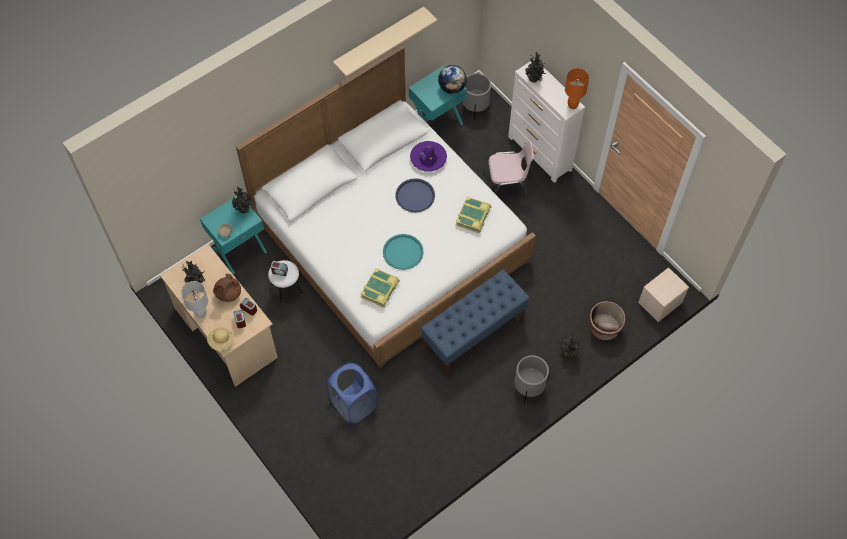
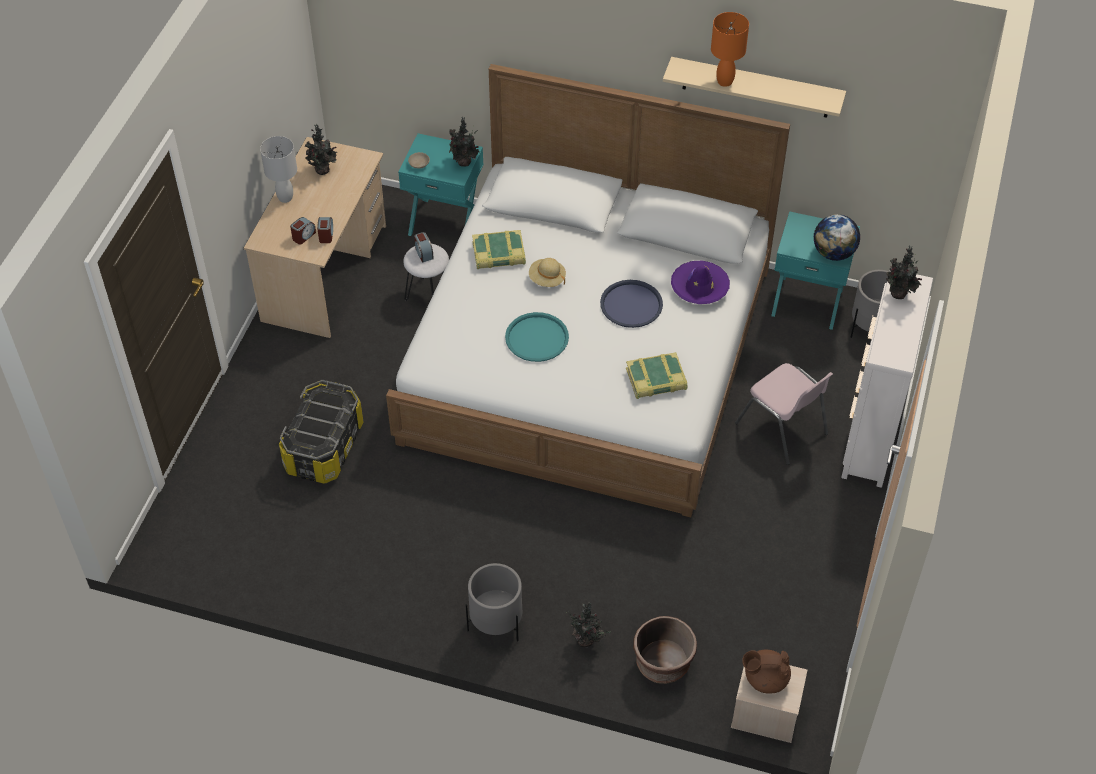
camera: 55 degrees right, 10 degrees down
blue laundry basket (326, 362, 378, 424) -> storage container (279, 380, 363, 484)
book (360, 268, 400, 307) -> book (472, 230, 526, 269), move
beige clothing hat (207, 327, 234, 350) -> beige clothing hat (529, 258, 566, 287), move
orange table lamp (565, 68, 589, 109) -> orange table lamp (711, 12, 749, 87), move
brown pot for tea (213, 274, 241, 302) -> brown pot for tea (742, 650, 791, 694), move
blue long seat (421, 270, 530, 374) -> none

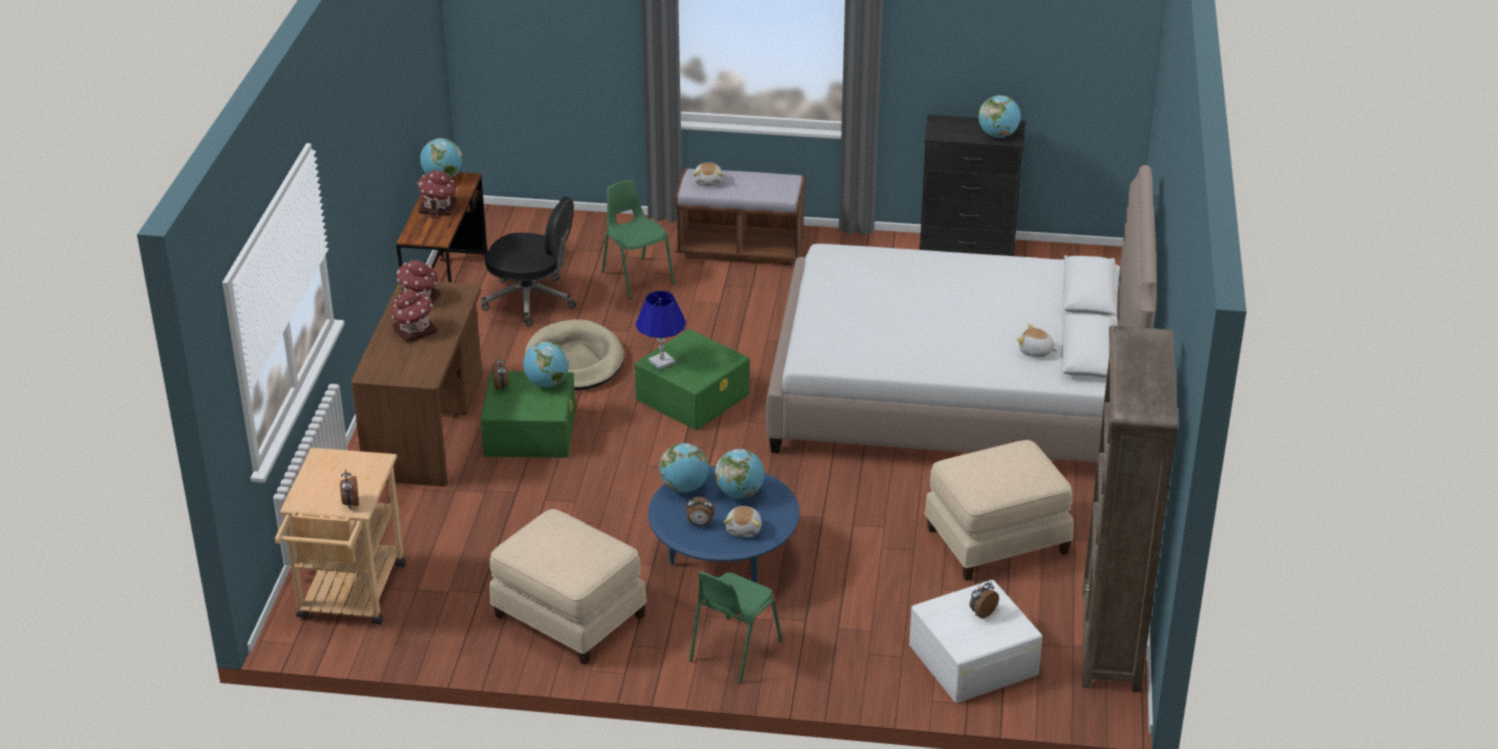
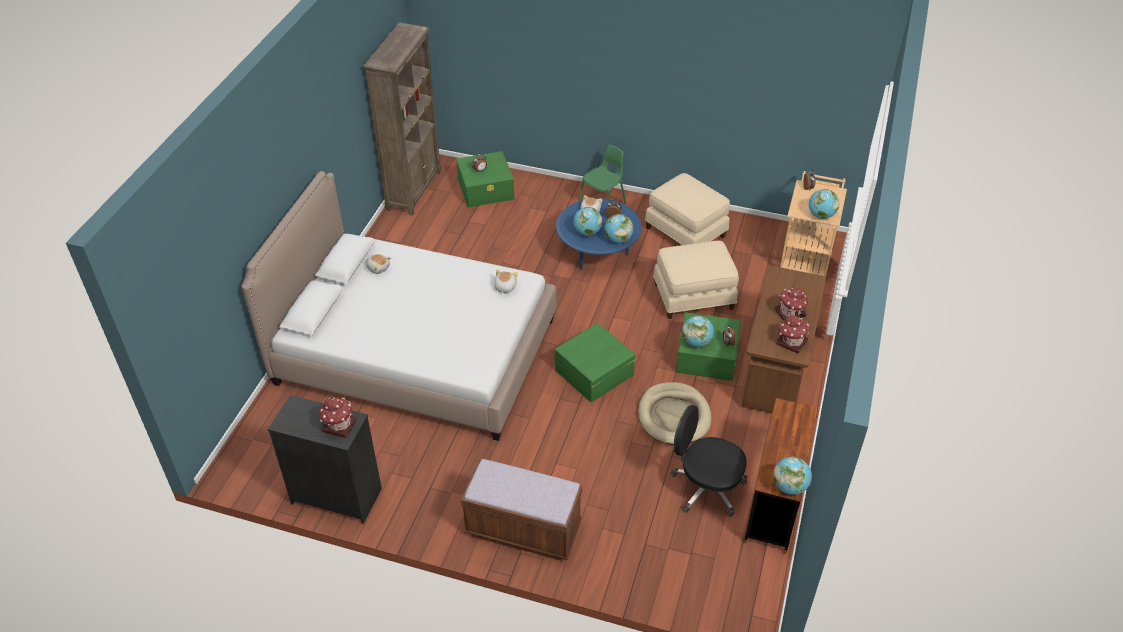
camera: 170 degrees left, 10 degrees up
miniature house (417, 170, 457, 218) -> miniature house (319, 398, 357, 438), move
white storage container (909, 580, 1043, 703) -> green-coloured storage container (456, 151, 514, 207)
cuddly toy (694, 162, 723, 186) -> cuddly toy (494, 270, 518, 293), move
beige pouffe (924, 440, 1074, 581) -> beige pouffe (653, 241, 739, 319), move
globe (978, 95, 1021, 138) -> globe (809, 189, 839, 219), move
green-coloured plain chair (601, 180, 675, 299) -> none
blue table lamp (635, 291, 686, 370) -> none

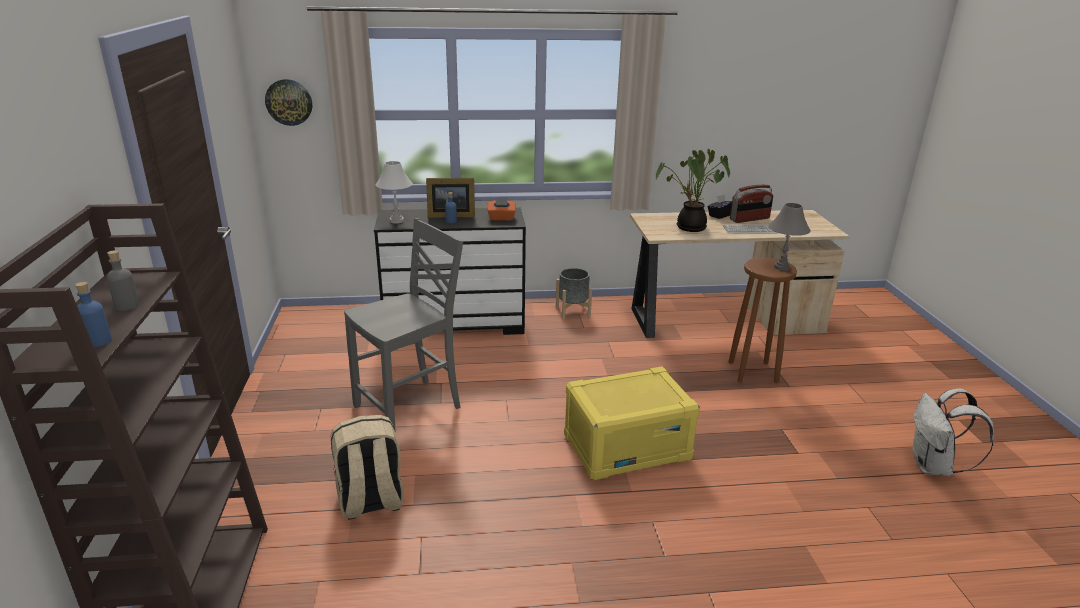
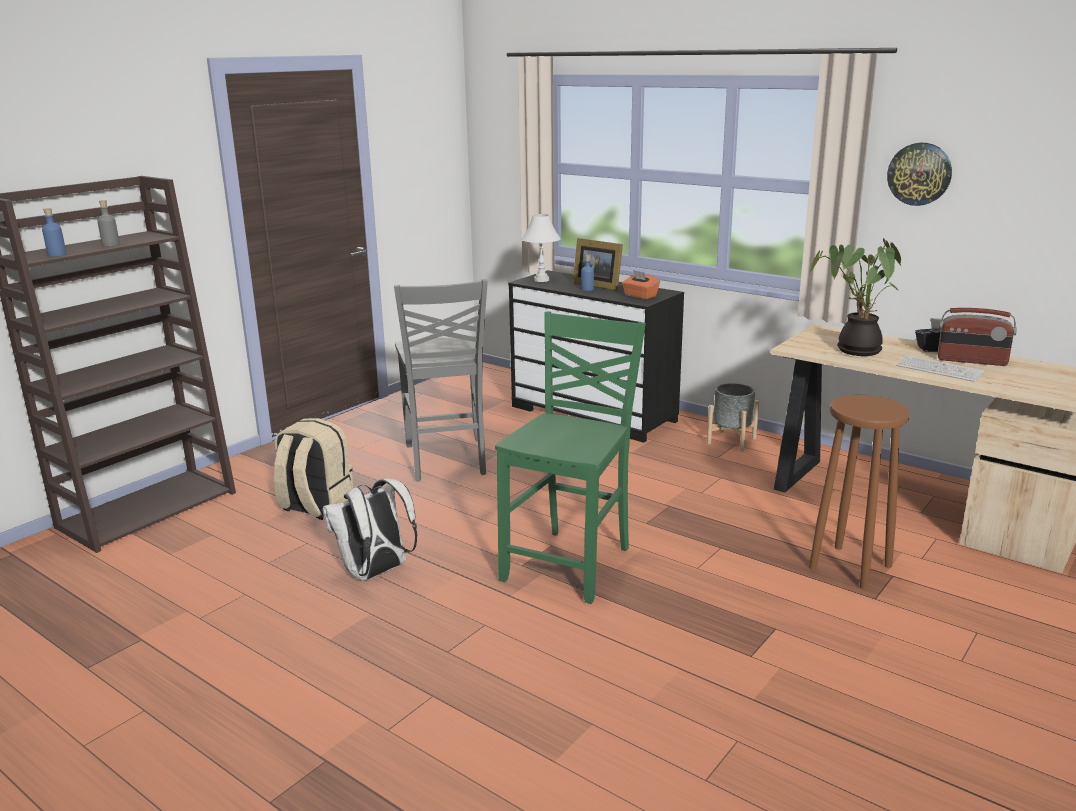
camera: 45 degrees right, 5 degrees down
white backpack (913, 388, 994, 476) -> white backpack (322, 479, 417, 580), move
grey plain chair (344, 218, 463, 429) -> grey plain chair (394, 279, 488, 481), 75 degrees clockwise
yellowish storage container (564, 366, 700, 480) -> green-coloured plain chair (495, 312, 646, 604)
clock on the wall (265, 79, 312, 126) -> clock on the wall (887, 143, 952, 206), move
grey table lamp (768, 203, 810, 271) -> none

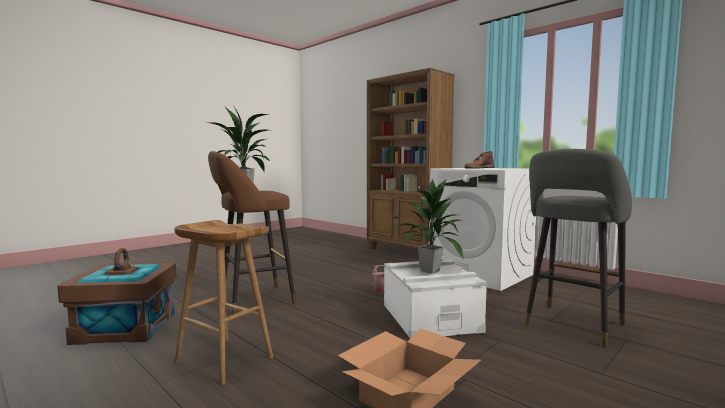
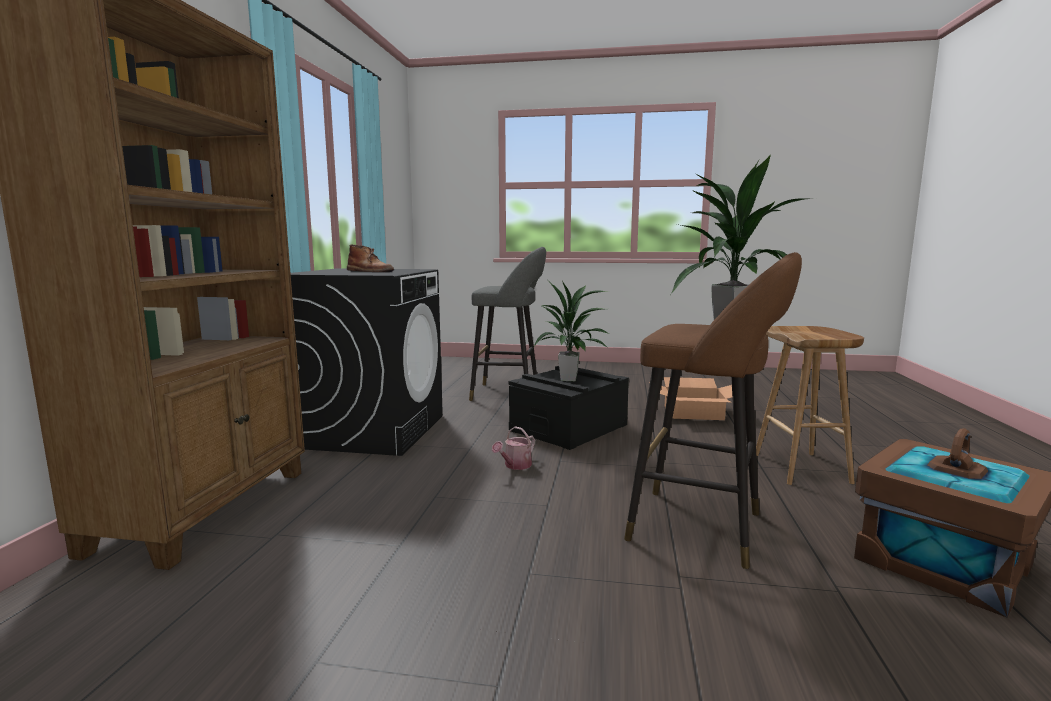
camera: 125 degrees left, 5 degrees up
white laundry appliance (429, 168, 536, 291) -> black laundry appliance (291, 268, 443, 456)
white storage container (384, 259, 487, 338) -> black storage container (509, 366, 629, 450)

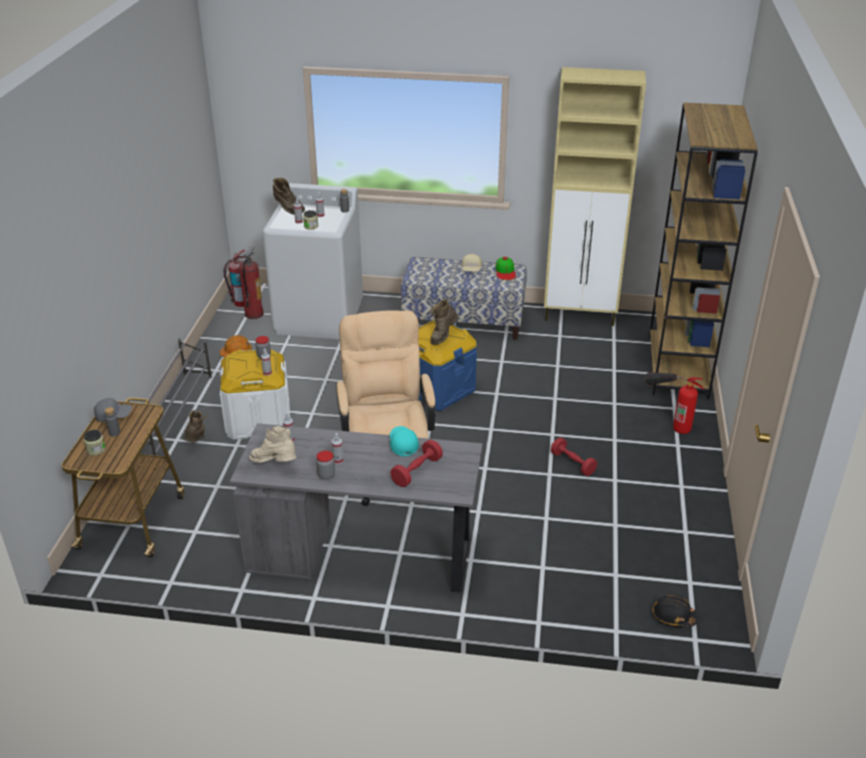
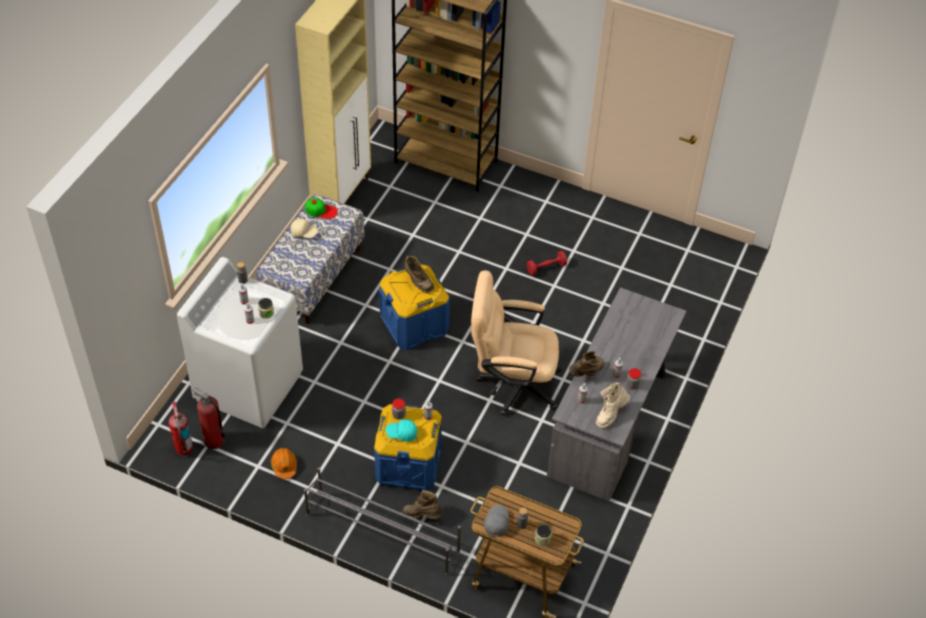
camera: 75 degrees left, 15 degrees up
white storage container (220, 350, 290, 440) -> blue storage container (374, 404, 442, 491)
blue-green baseball cap (390, 426, 419, 456) -> blue-green baseball cap (386, 419, 418, 442), move
brown boot (273, 178, 305, 215) -> brown boot (569, 351, 604, 376), move
reddish dumbbell (390, 440, 443, 487) -> none
fire extinguisher (645, 372, 705, 434) -> none
black work helmet (652, 595, 698, 627) -> none

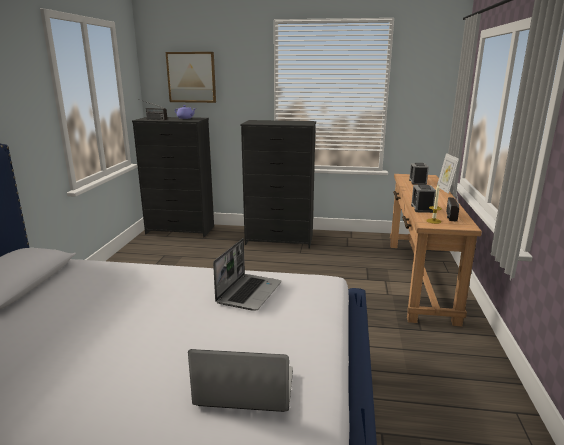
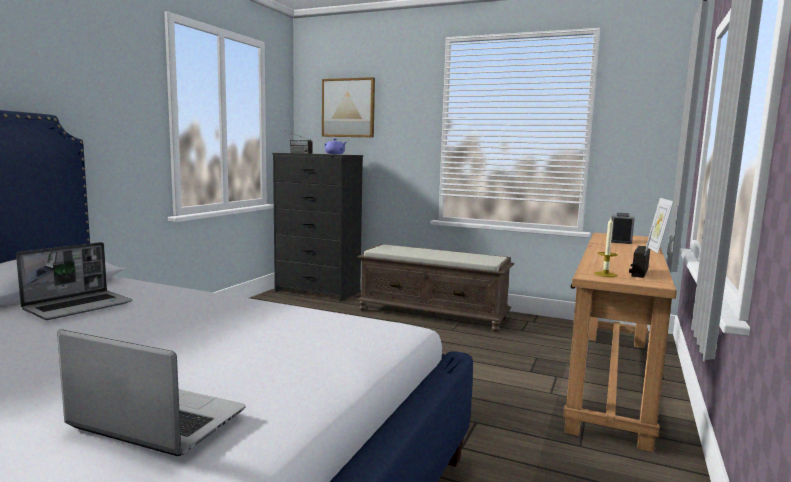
camera: 15 degrees right, 10 degrees down
notebook computer (213, 238, 282, 310) -> notebook computer (16, 242, 132, 320), move
black dresser (240, 120, 316, 249) -> brown long seat (357, 244, 514, 332)
table clock (411, 185, 436, 213) -> none

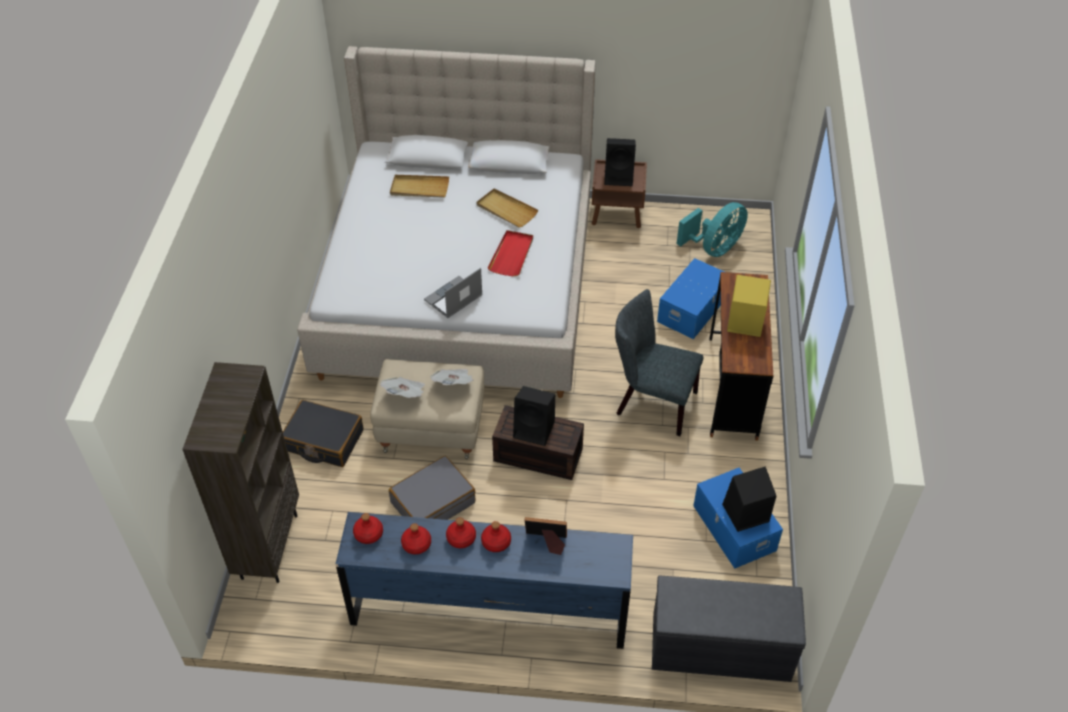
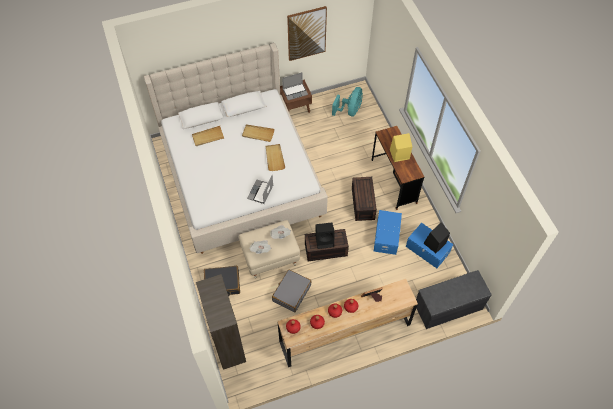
camera: 25 degrees left, 10 degrees up
reddish serving tray (488, 230, 533, 276) -> beige serving tray (266, 144, 285, 171)
blue dresser (336, 512, 633, 649) -> brown dresser (277, 279, 418, 367)
black audio speaker (604, 138, 636, 186) -> notebook computer (282, 72, 308, 100)
none -> wall picture (287, 6, 327, 61)
grey plain chair (615, 289, 703, 436) -> brown storage container (352, 177, 377, 221)
blue storage container (657, 258, 724, 339) -> blue storage container (374, 210, 402, 255), move

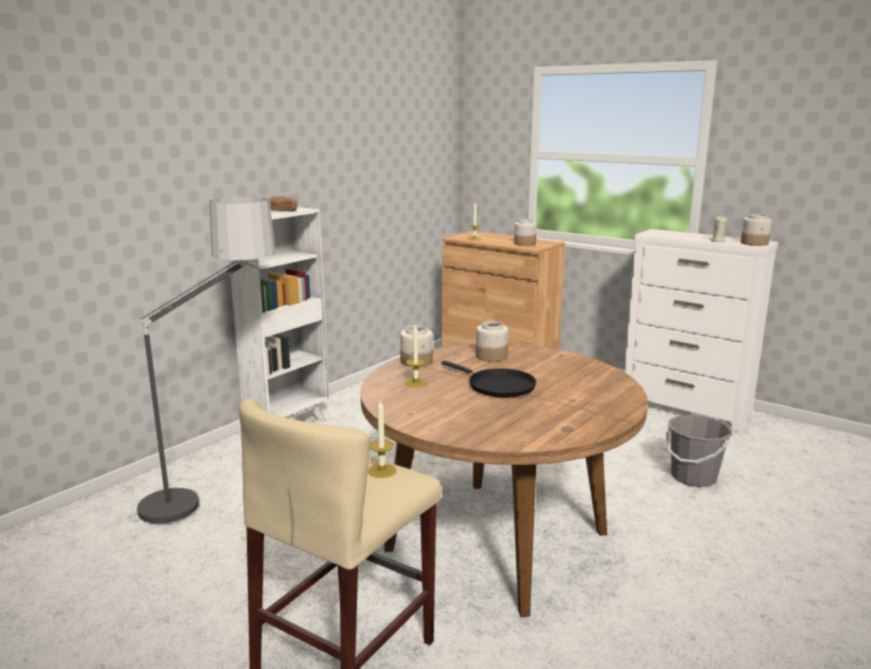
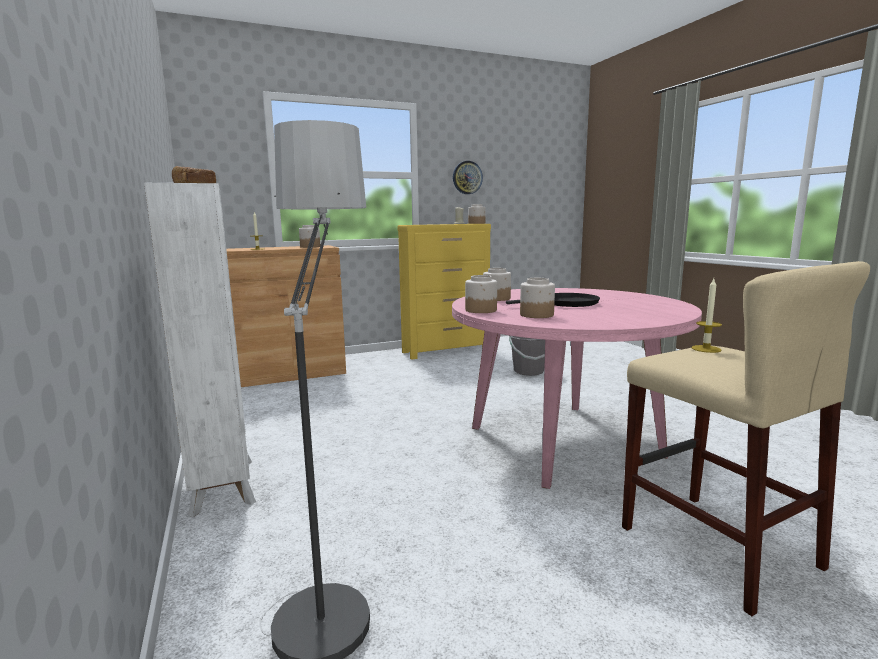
camera: 60 degrees left, 5 degrees down
white dresser (624, 229, 778, 433) -> yellowish dresser (398, 224, 491, 360)
brown kitchen table (361, 344, 648, 617) -> pink kitchen table (452, 288, 702, 489)
none -> clock on the wall (453, 161, 483, 194)
candle (404, 325, 427, 387) -> jar (520, 278, 555, 318)

